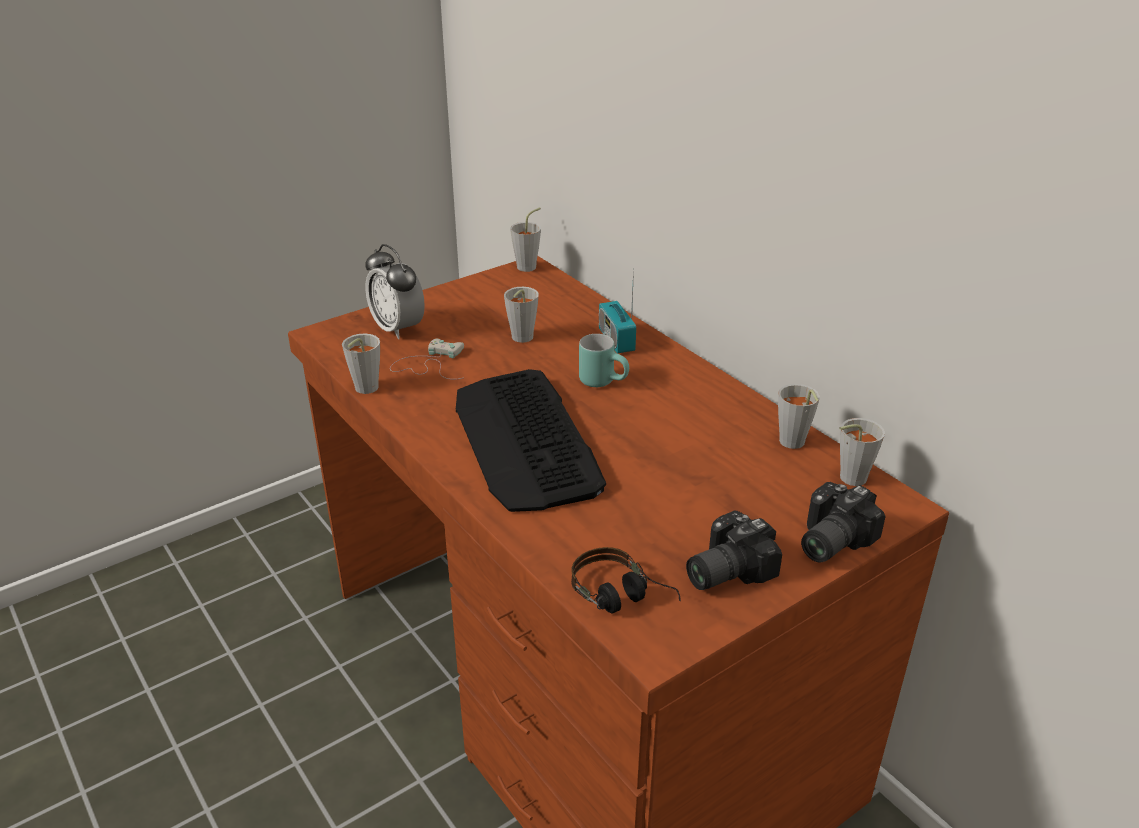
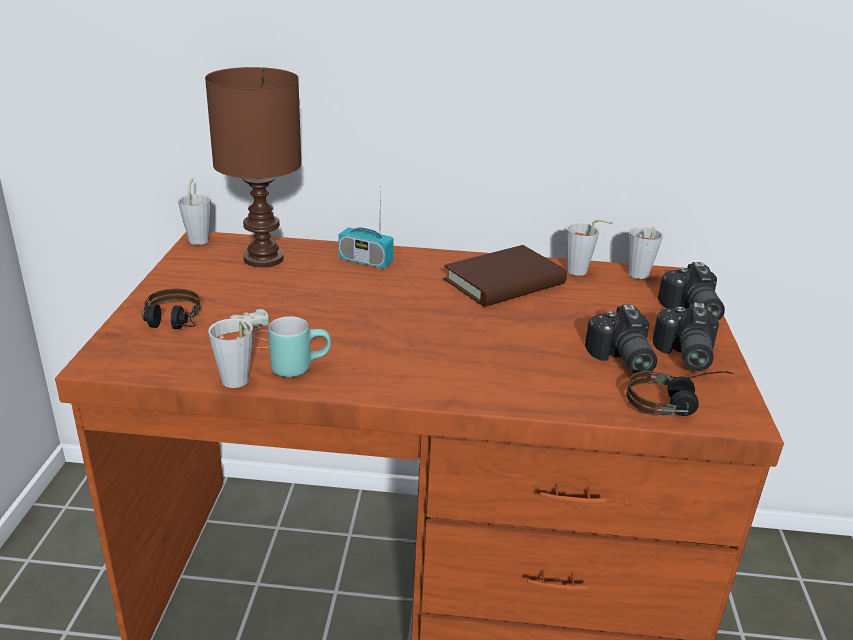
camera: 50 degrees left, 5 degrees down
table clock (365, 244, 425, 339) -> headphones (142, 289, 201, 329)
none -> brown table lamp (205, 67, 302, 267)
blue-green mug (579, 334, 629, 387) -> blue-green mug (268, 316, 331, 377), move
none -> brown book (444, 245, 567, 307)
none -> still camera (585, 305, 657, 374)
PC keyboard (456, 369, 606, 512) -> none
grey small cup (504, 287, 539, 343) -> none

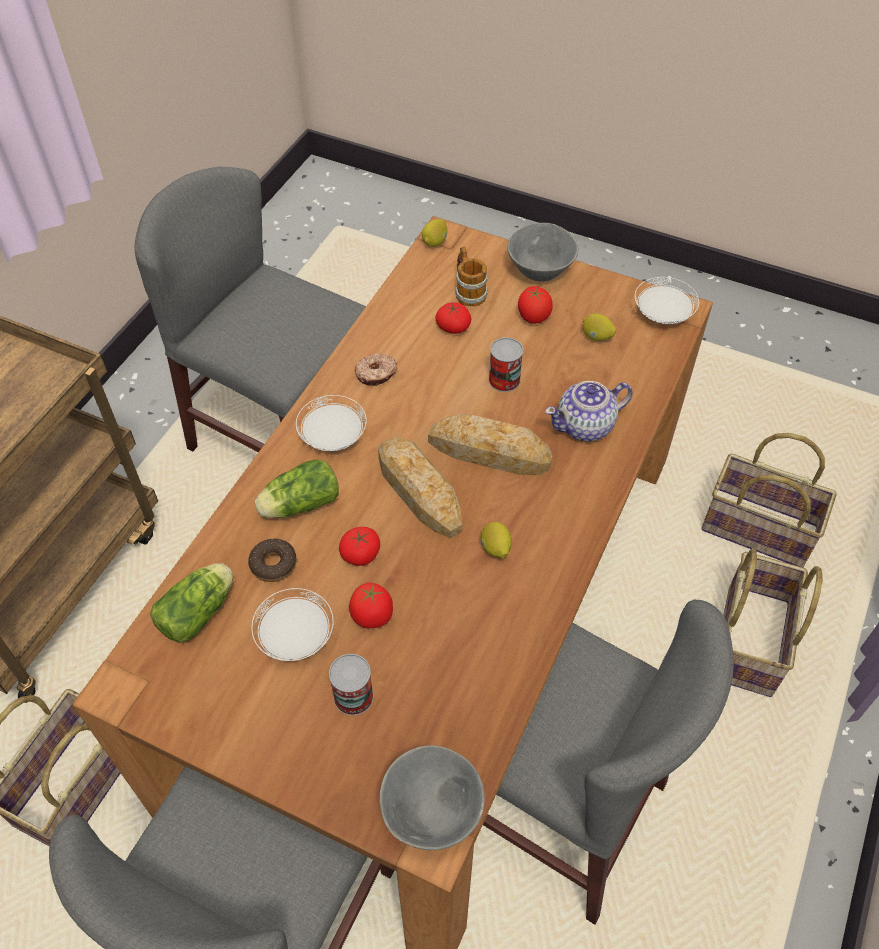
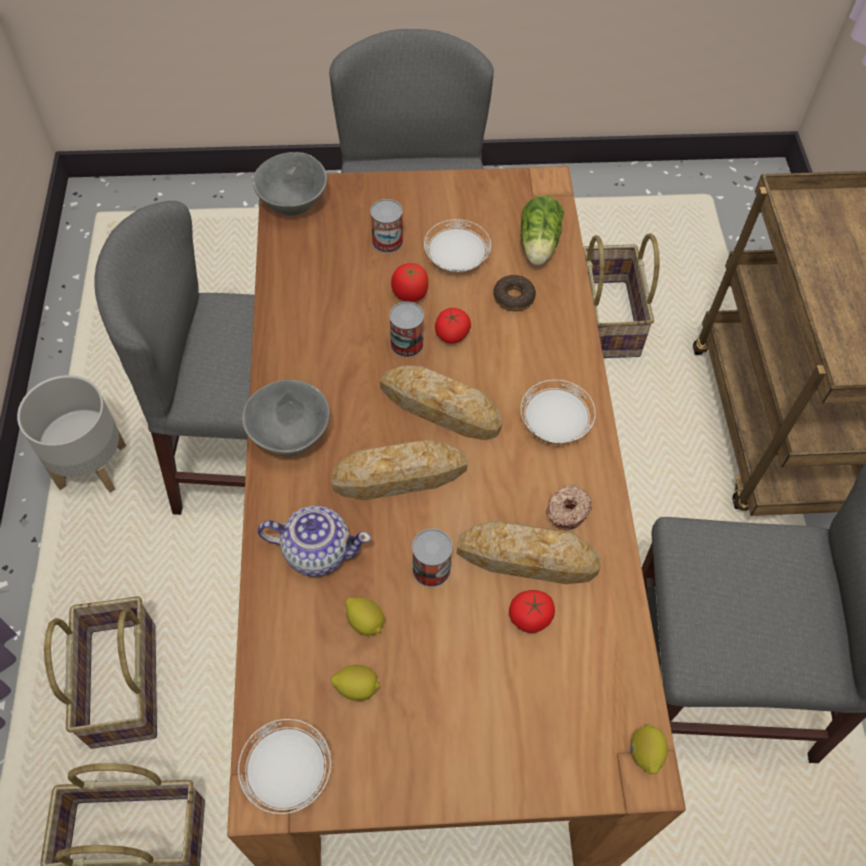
camera: 150 degrees right, 5 degrees up
none -> grey planter (17, 375, 126, 493)
grey deep dish (507, 223, 578, 282) -> grey deep dish (242, 380, 330, 457), move
pot for tea (545, 381, 633, 441) -> pot for tea (258, 506, 371, 577), 60 degrees clockwise
citrus fruit (481, 522, 512, 558) -> citrus fruit (345, 597, 384, 636), move
none -> sealed can (389, 302, 424, 358)
none -> bread (456, 520, 601, 584)
lettuce head (255, 460, 339, 518) -> none
mug (455, 247, 488, 306) -> none
tomato (518, 286, 553, 324) -> none

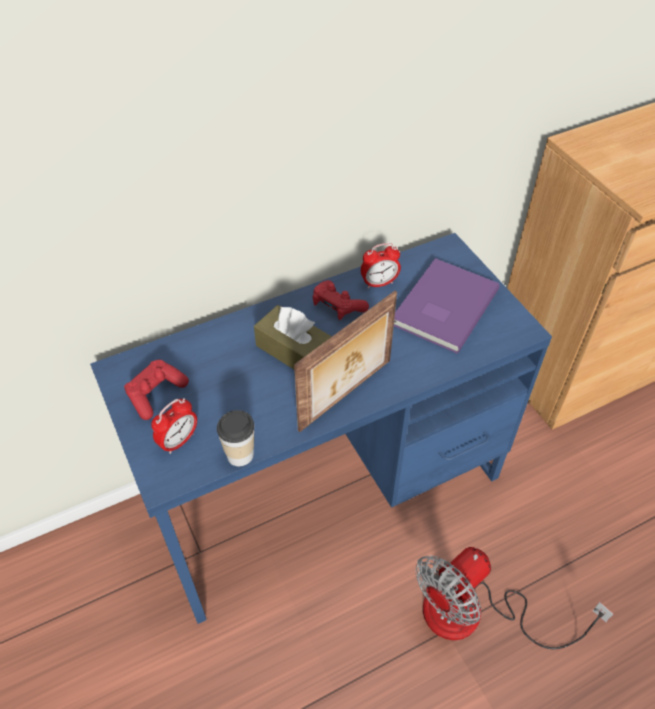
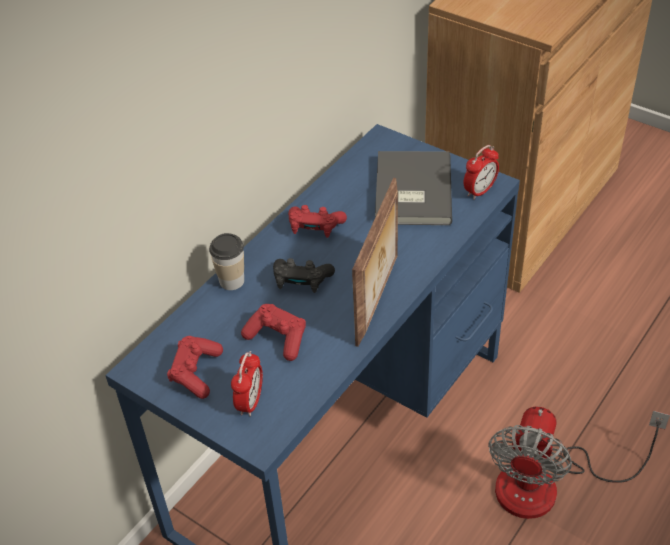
camera: 25 degrees left, 5 degrees down
small cup (217, 410, 254, 466) -> small cup (209, 233, 244, 290), move
none -> reddish game controller (241, 304, 306, 361)
brown tissue holder (254, 305, 332, 369) -> black game controller (273, 258, 335, 293)
purple book (394, 258, 500, 354) -> grey book (375, 151, 452, 225)
table clock (361, 243, 401, 289) -> table clock (464, 145, 499, 200), move

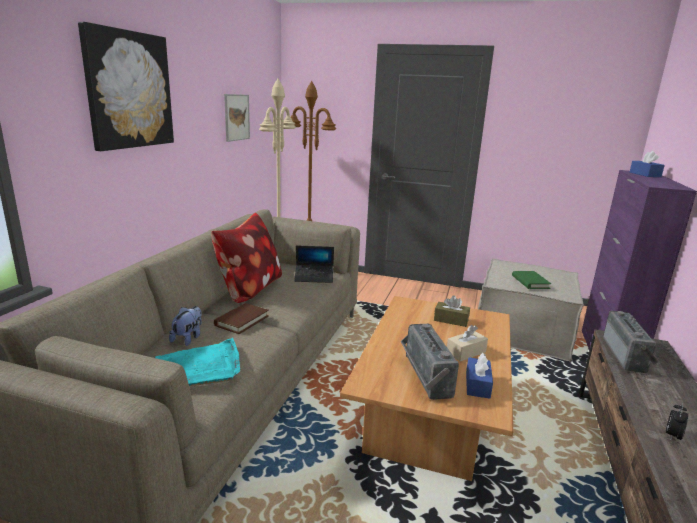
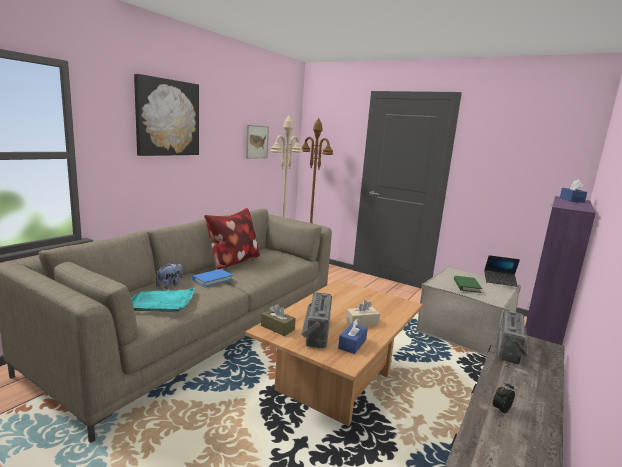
camera: 15 degrees right, 5 degrees down
brown book (214, 303, 269, 334) -> blue book (192, 269, 233, 287)
brown tissue holder (434, 295, 470, 327) -> brown tissue holder (261, 304, 296, 336), move
notebook computer (294, 245, 334, 283) -> notebook computer (484, 255, 520, 287), move

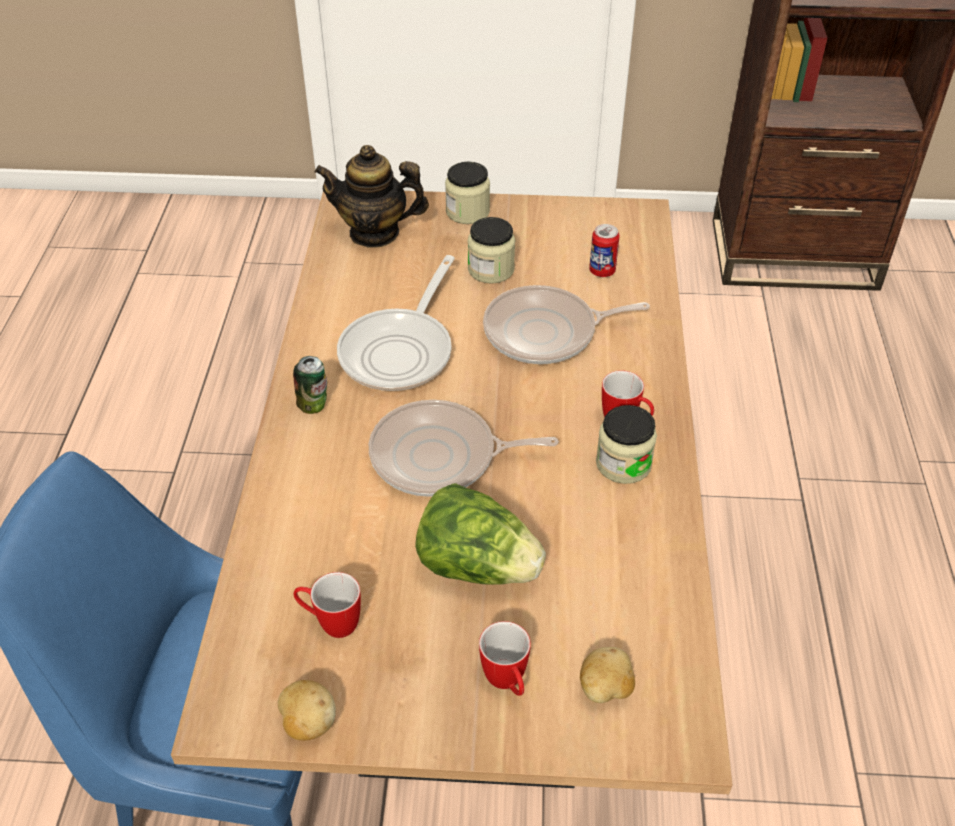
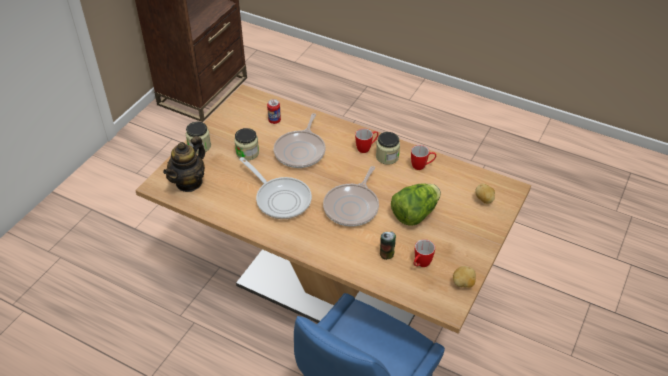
camera: 65 degrees left, 0 degrees up
sealed can (293, 356, 327, 414) -> sealed can (380, 232, 396, 260), move
mug (479, 621, 531, 696) -> mug (411, 145, 436, 170), move

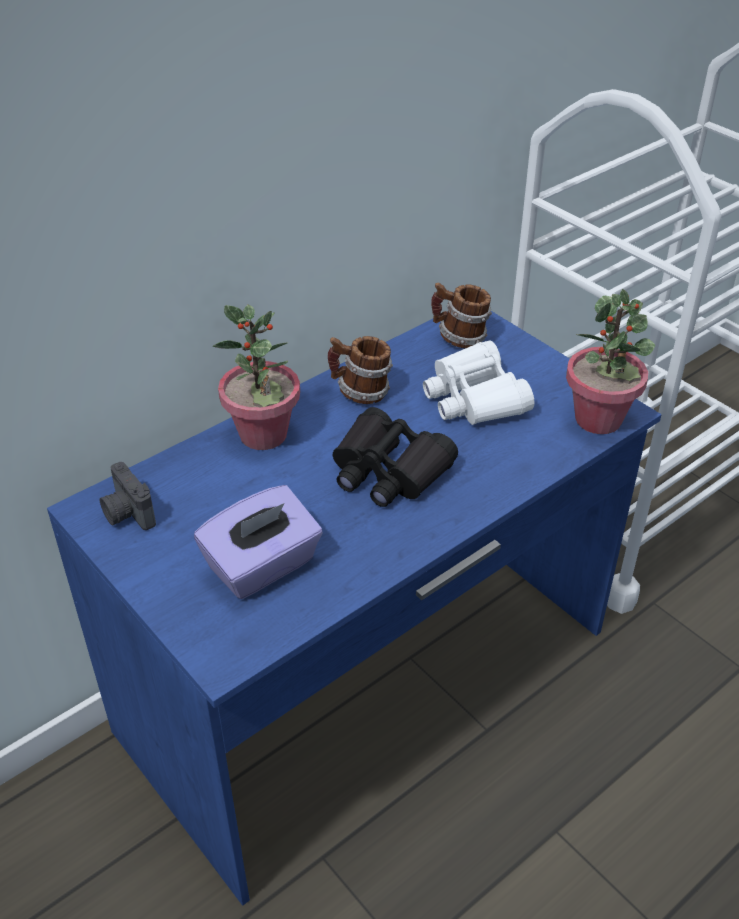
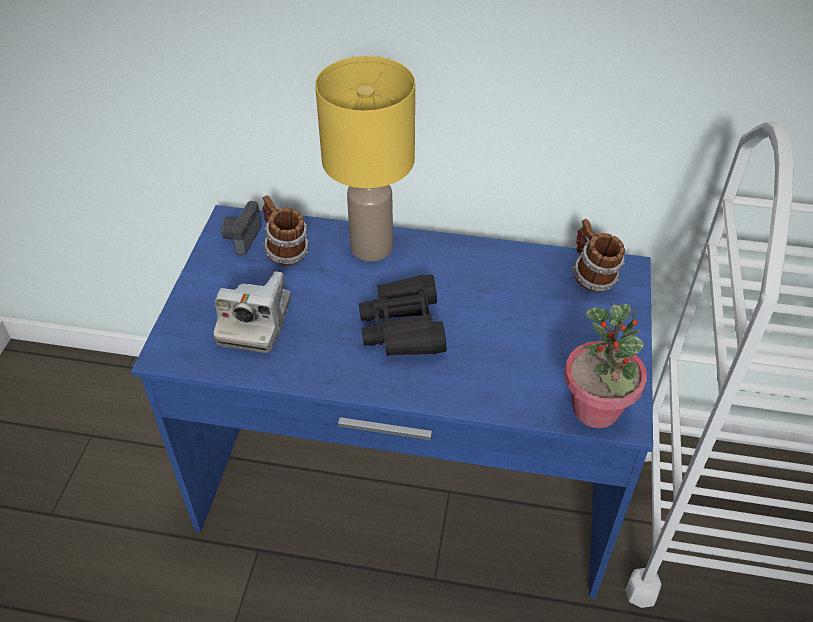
camera: 50 degrees right, 5 degrees up
purple tissue holder (194, 485, 323, 599) -> still camera (213, 271, 291, 353)
mug (328, 336, 393, 404) -> mug (263, 195, 309, 266), move
potted plant (213, 305, 300, 450) -> yellowish table lamp (315, 56, 415, 261)
white binoculars (423, 340, 535, 425) -> none

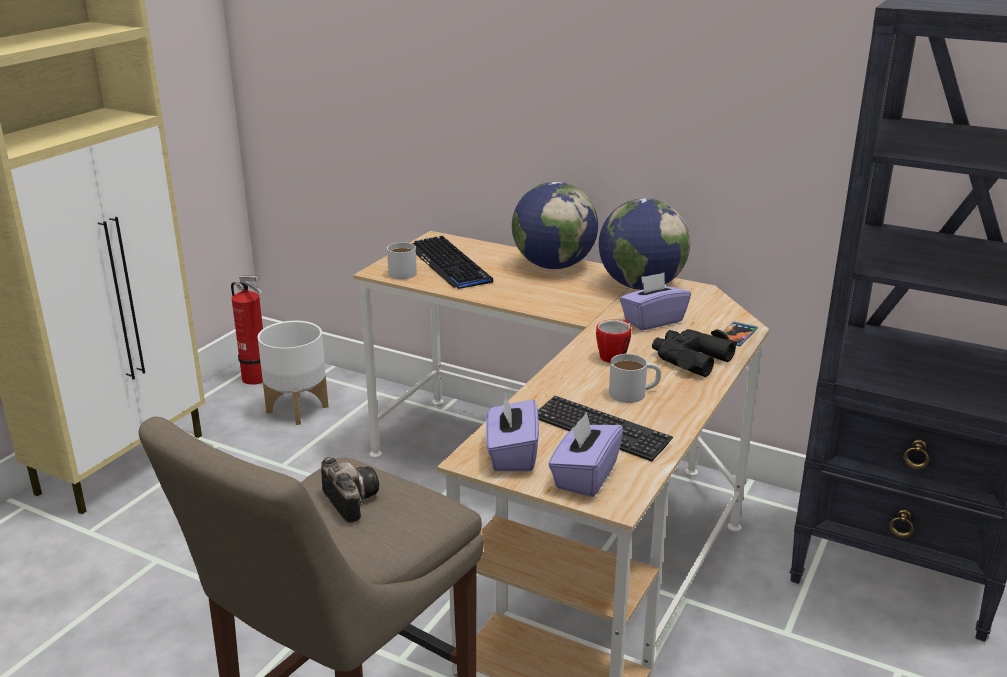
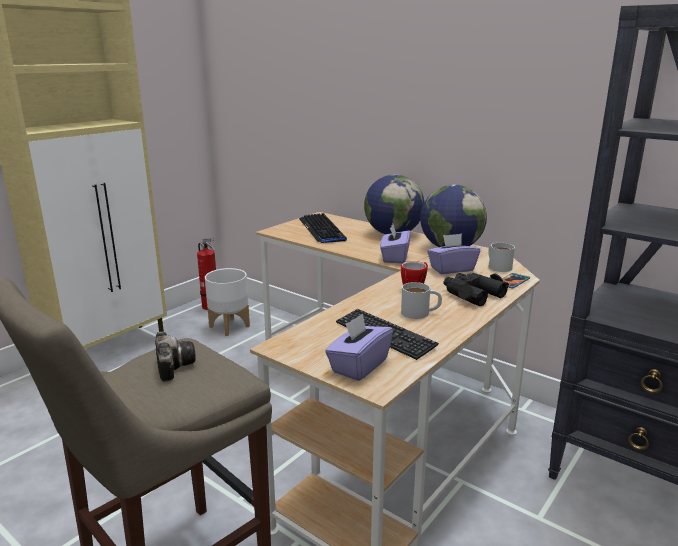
camera: 10 degrees right, 5 degrees down
purple tissue holder (486, 393, 539, 471) -> purple tissue holder (380, 224, 411, 263), move
white mug (387, 242, 417, 279) -> white mug (488, 243, 515, 272), move

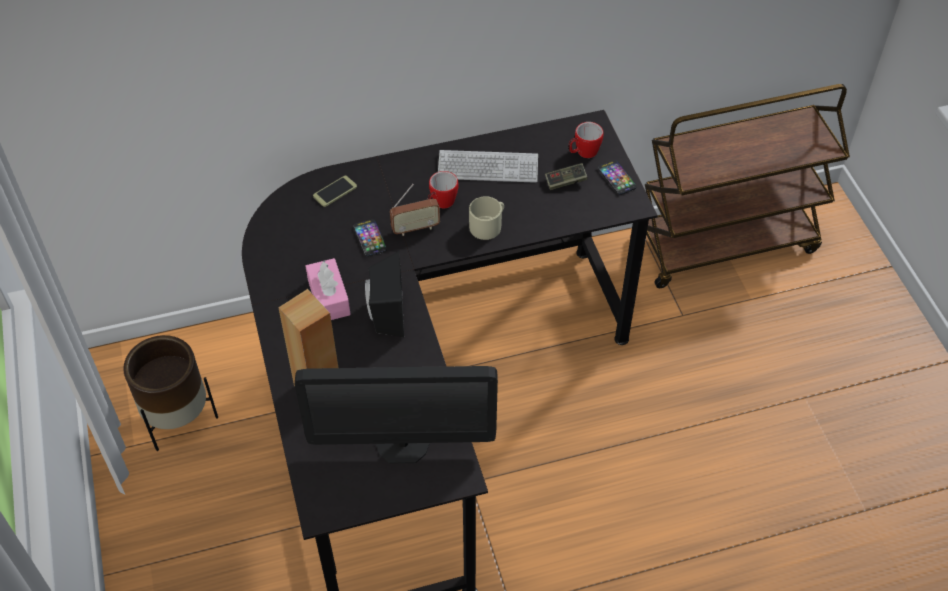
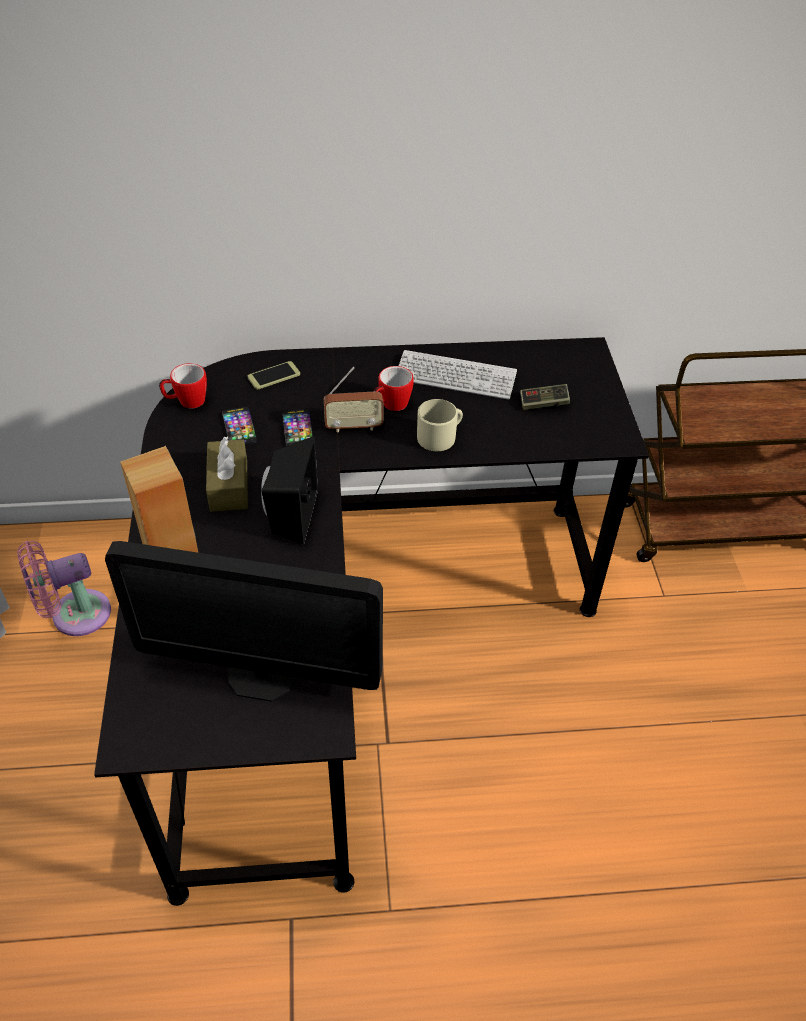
camera: 10 degrees right, 5 degrees down
brown planter (123, 335, 218, 451) -> pink fan (17, 541, 111, 636)
mug (569, 122, 604, 158) -> mug (159, 363, 207, 408), move
pink tissue holder (306, 258, 351, 320) -> brown tissue holder (206, 436, 248, 512)
telephone (598, 160, 637, 195) -> telephone (222, 407, 257, 445), move

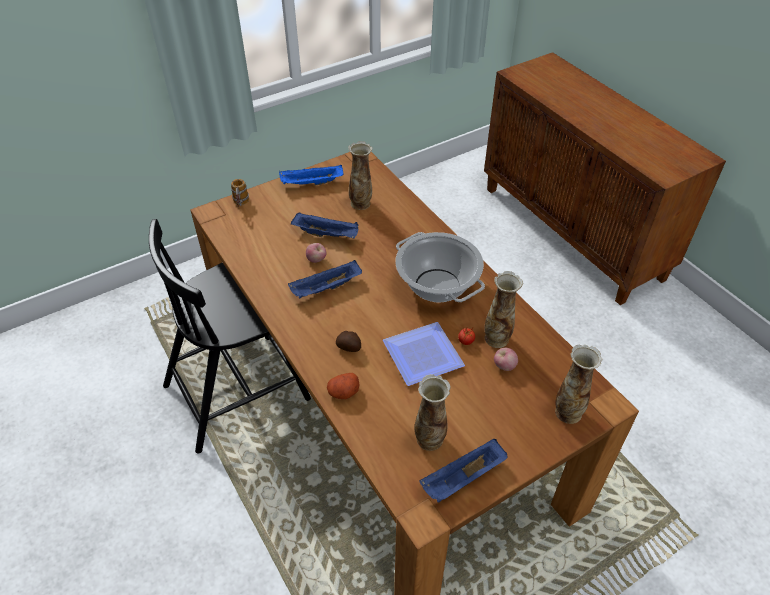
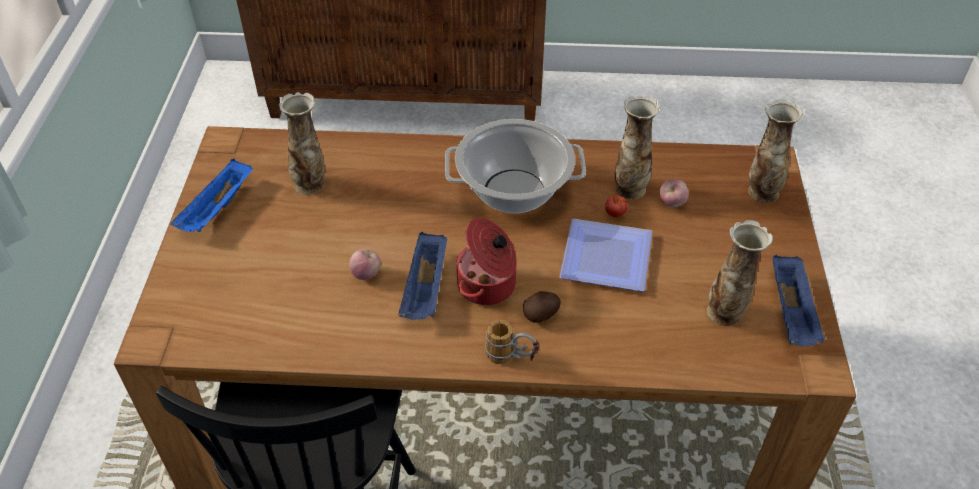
camera: 55 degrees left, 0 degrees up
none -> stockpot (456, 218, 517, 305)
mug (231, 179, 249, 207) -> mug (485, 320, 539, 364), move
blue serving tray (291, 212, 359, 238) -> none
whole potato (327, 373, 360, 399) -> none

